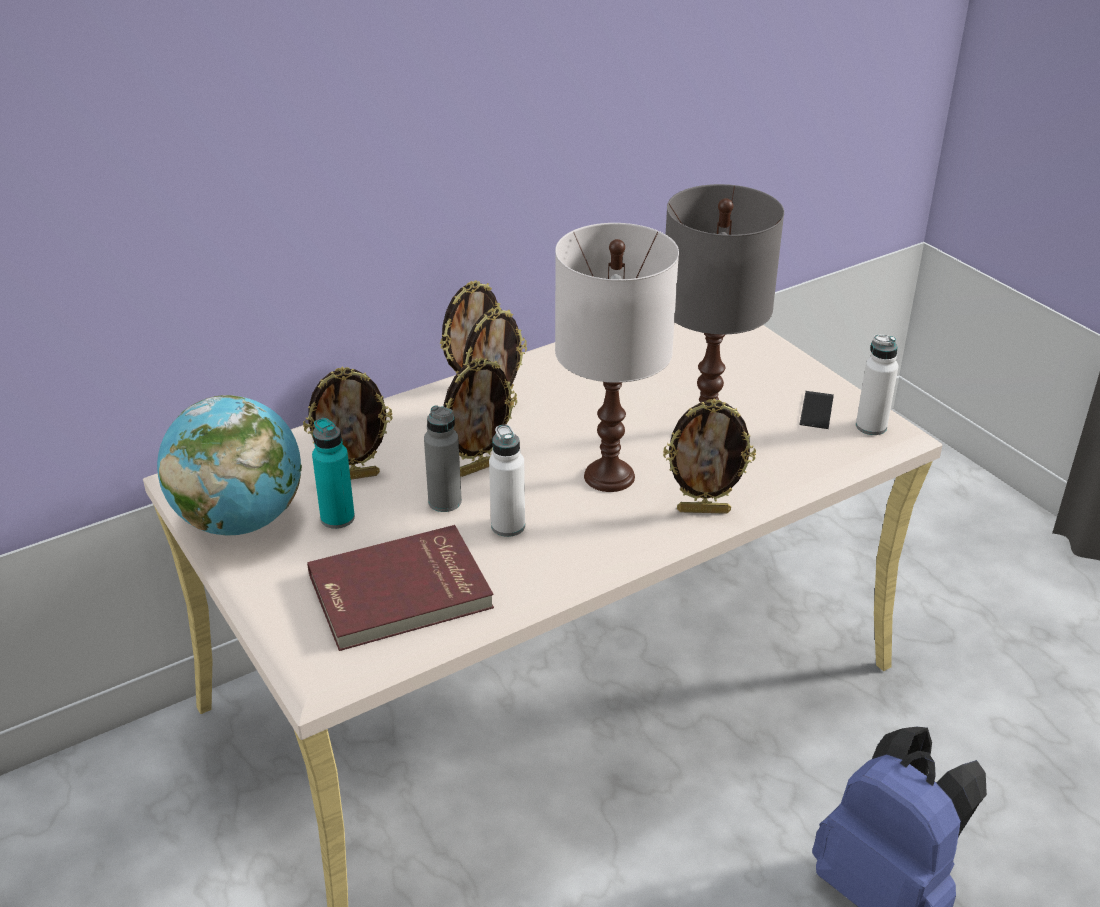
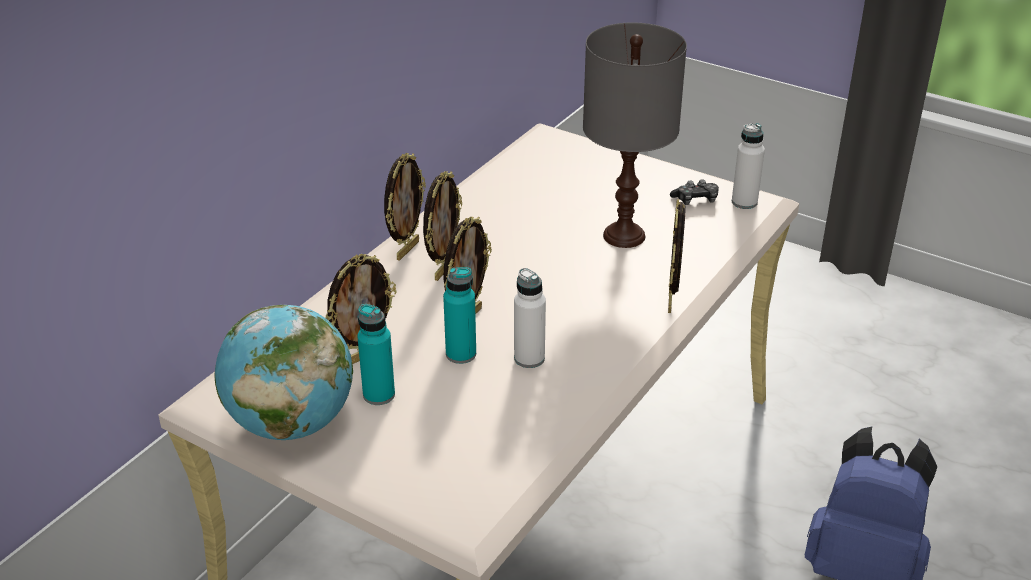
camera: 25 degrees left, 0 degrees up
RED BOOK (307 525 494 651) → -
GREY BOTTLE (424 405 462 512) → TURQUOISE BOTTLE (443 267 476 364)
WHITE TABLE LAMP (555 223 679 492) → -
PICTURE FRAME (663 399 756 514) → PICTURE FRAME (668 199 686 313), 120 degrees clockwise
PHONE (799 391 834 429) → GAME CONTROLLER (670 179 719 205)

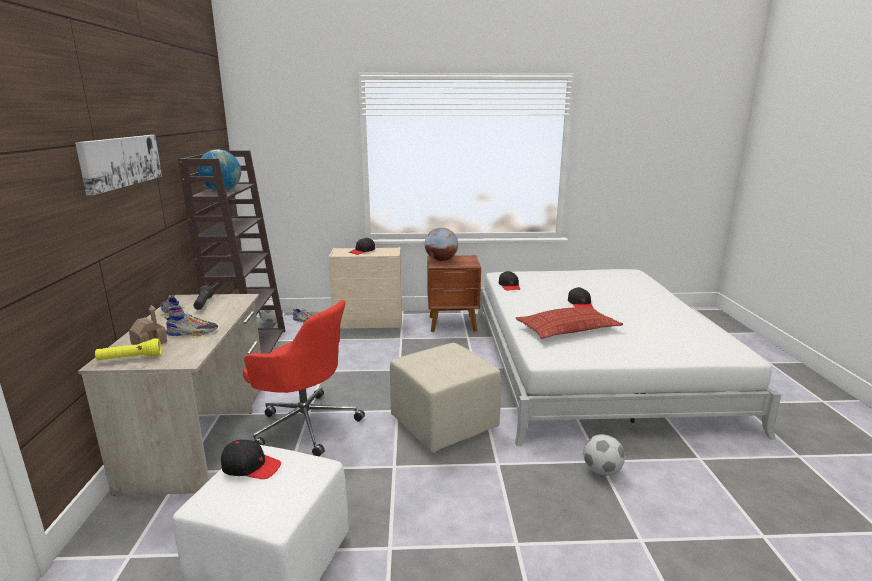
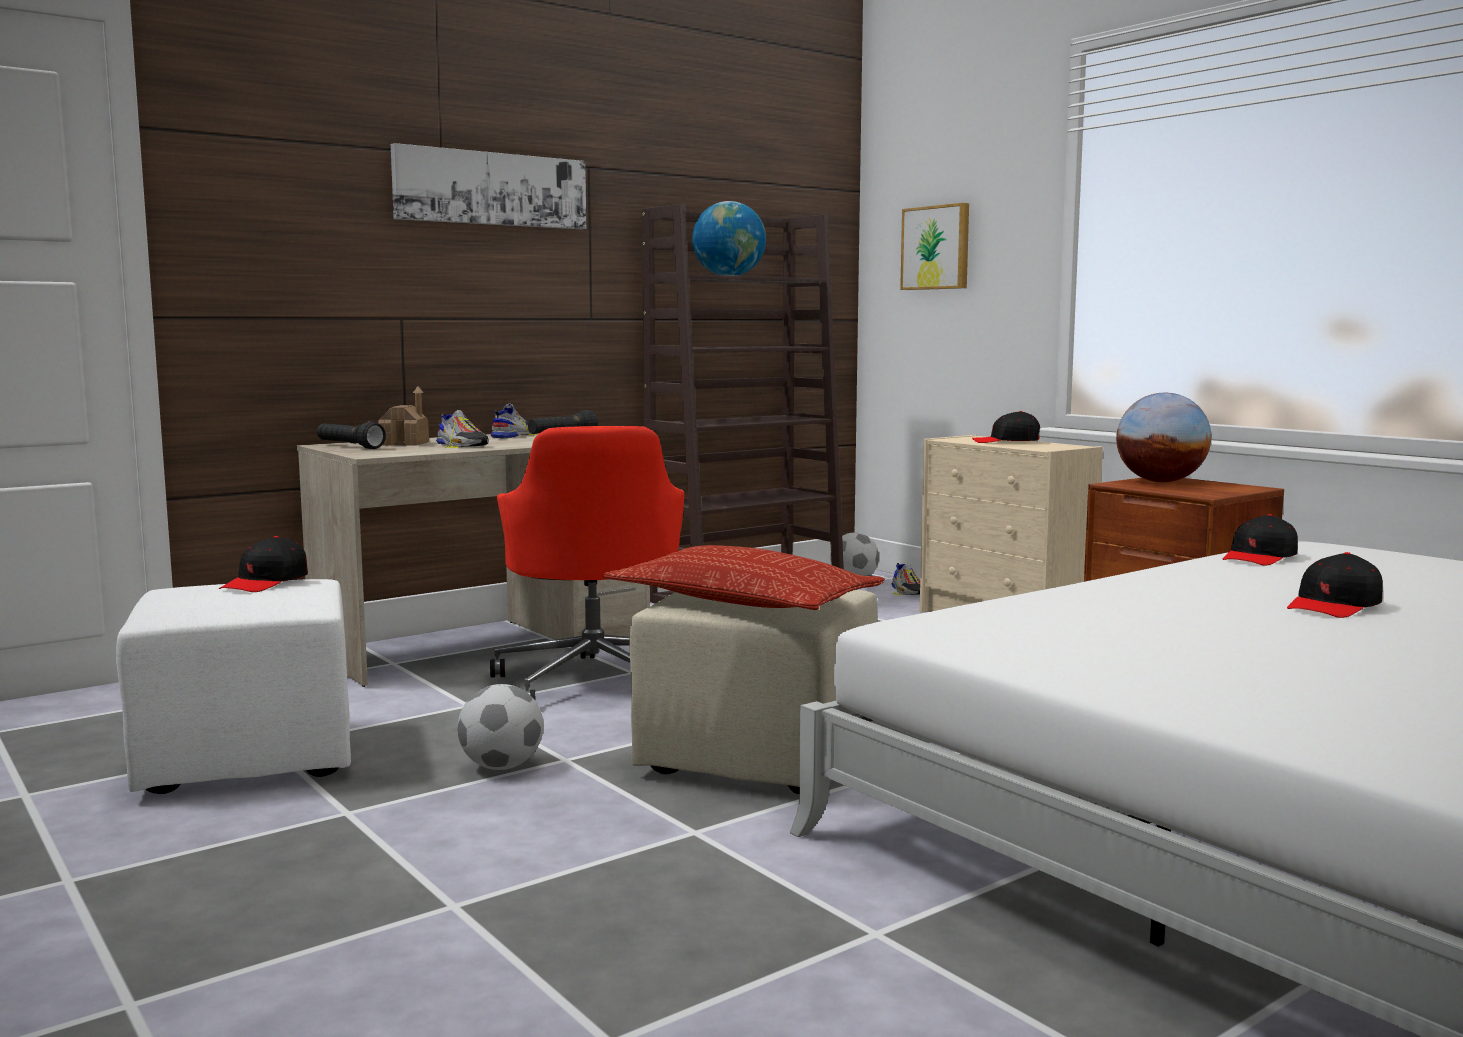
camera: 55 degrees right, 10 degrees down
YELLOW FLASHLIGHT (95 338 161 360) → BLACK FLASHLIGHT (317 422 386 449)
BLACK CAP (221 440 281 479) → BLACK CAP (219 536 308 592), 45 degrees clockwise
PILLOW (516 306 623 339) → PILLOW (603 545 885 610), shifted
FOOTBALL (583 434 625 476) → FOOTBALL (457 684 544 770), shifted
- → PICTURE (900 203 969 290)

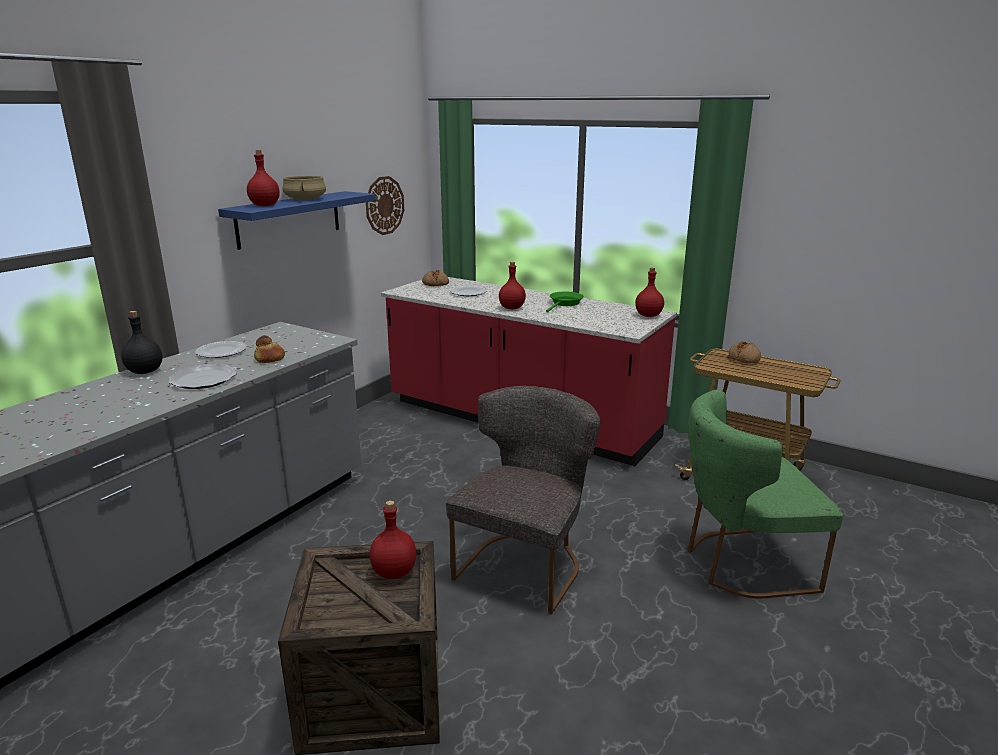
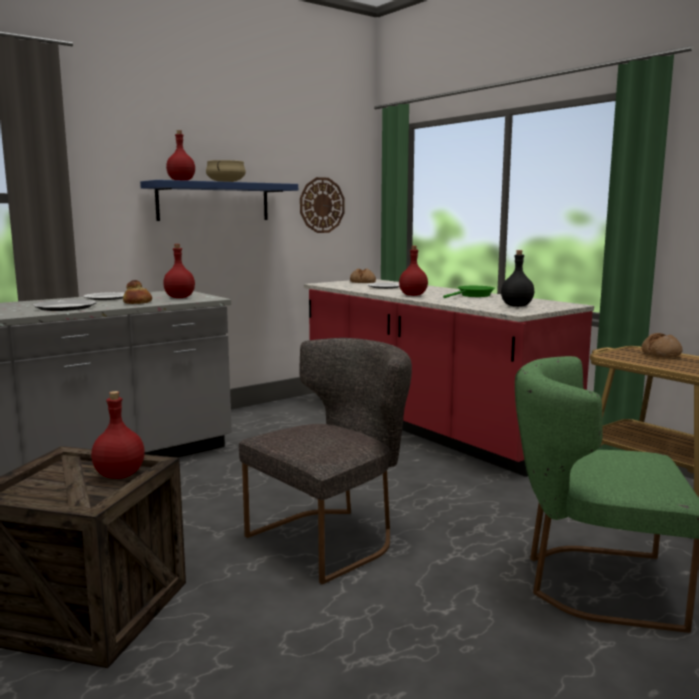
camera: 20 degrees right, 10 degrees down
BLACK BOTTLE (121 311 163 374) → BLACK BOTTLE (501 250 534 307), shifted
RED BOTTLE (635 268 664 317) → RED BOTTLE (163 244 195 298), shifted

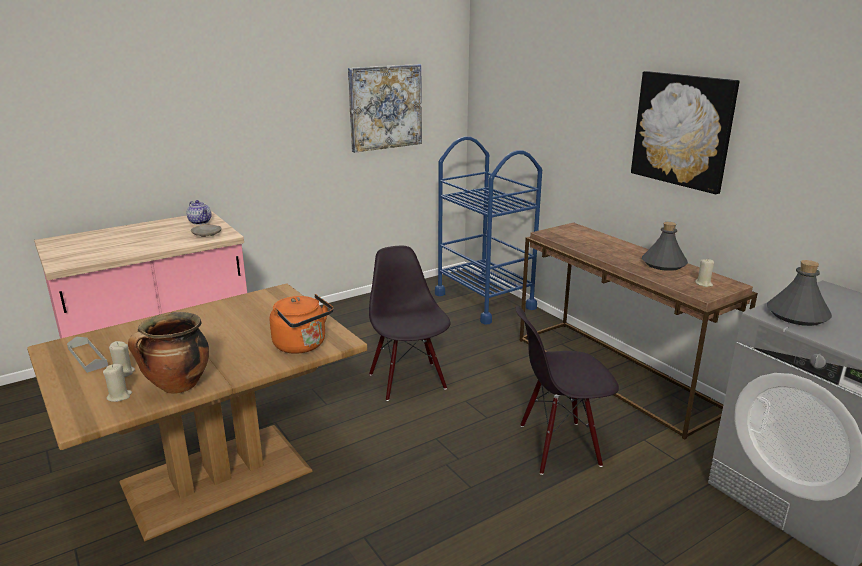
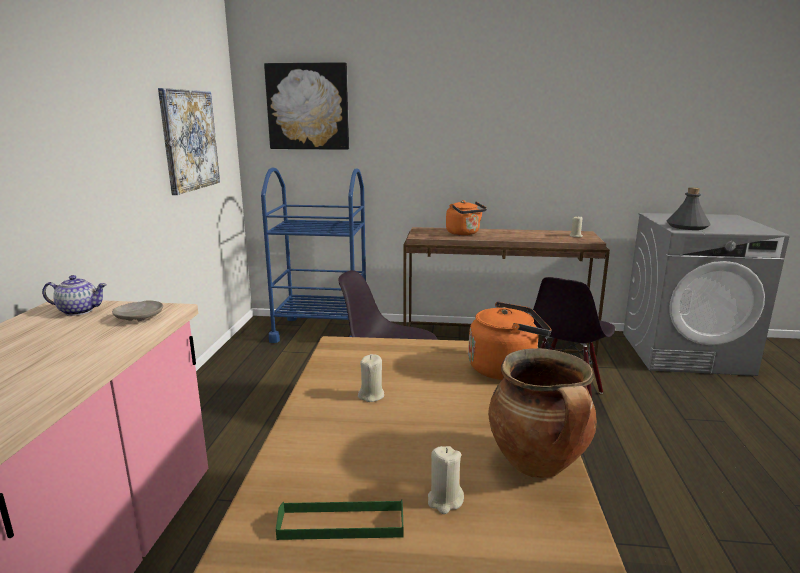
camera: 50 degrees left, 5 degrees down
GREY TRAY (67 337 108 373) → GREEN TRAY (276 500 403 540)
BEIGE CANDLE (103 364 132 402) → BEIGE CANDLE (358 354 384 402), shifted
PICTURE (631 71 739 194) → PICTURE (264 62 349 150), shifted
GREY BOTTLE (642 222 688 271) → -
- → ORANGE KETTLE (446 200 487 235)

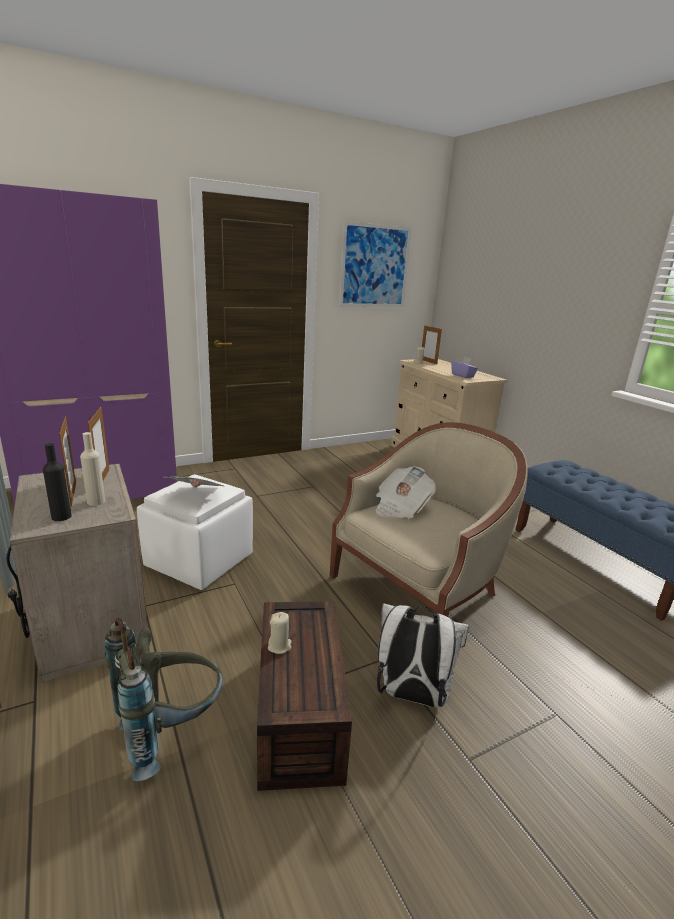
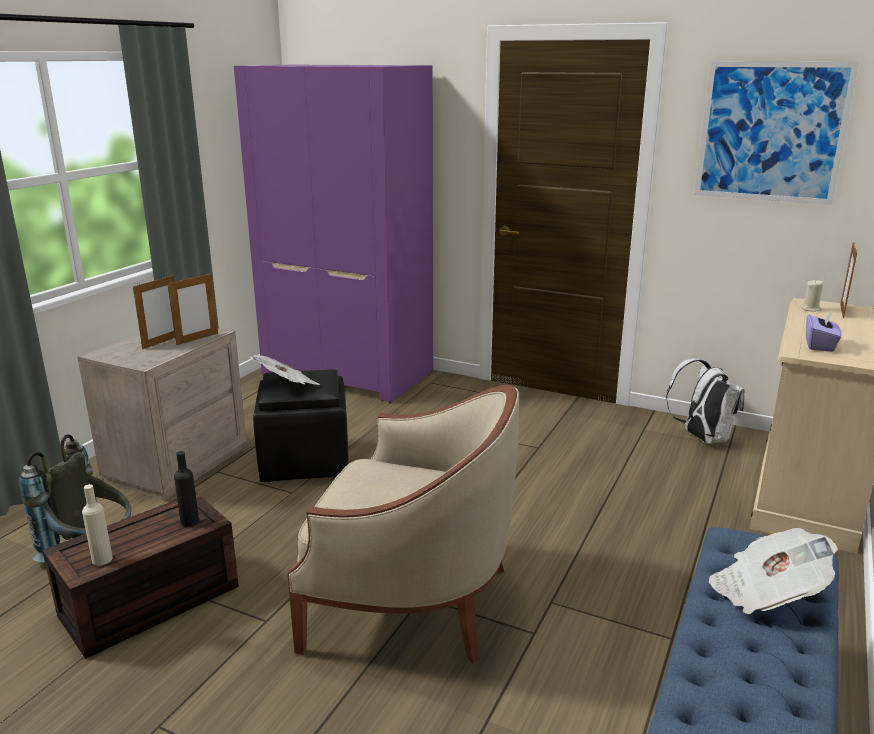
camera: 55 degrees right, 0 degrees up
BLACK BOTTLE (43 443 72 521) → BLACK BOTTLE (174 451 199 527), shifted
BEIGE BOTTLE (80 432 105 506) → BEIGE BOTTLE (82 484 113 565), shifted
WHITE OTTOMAN (137 474 253 590) → BLACK OTTOMAN (253 369 349 482)
BEIGE CANDLE (268 612 292 654) → -
NEWSPAPER (376 466 436 519) → NEWSPAPER (709 528 838 614), shifted
WHITE BACKPACK (377 603 469 708) → WHITE BACKPACK (666 358 745 444), shifted

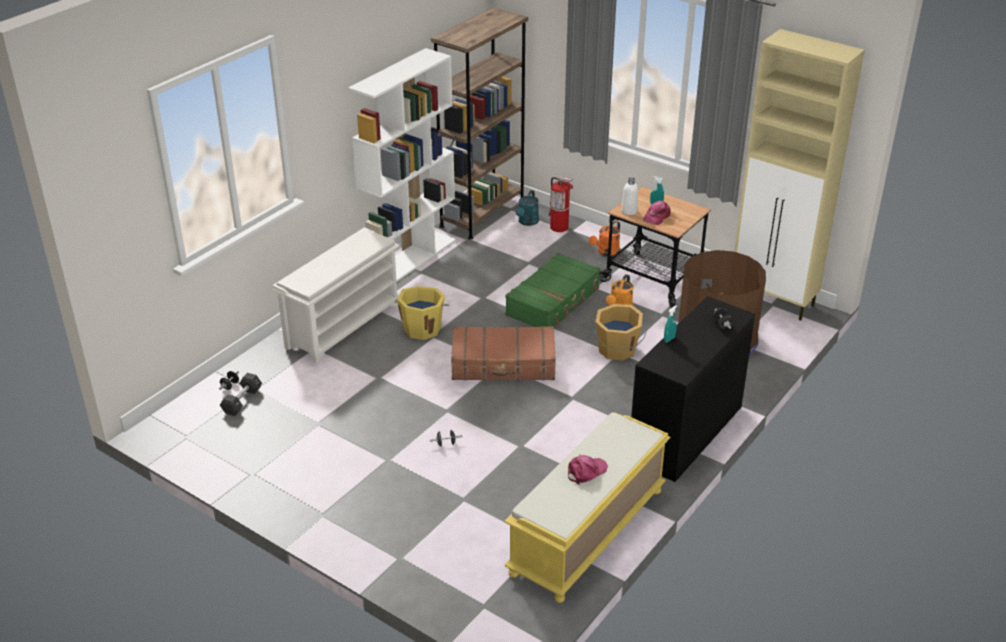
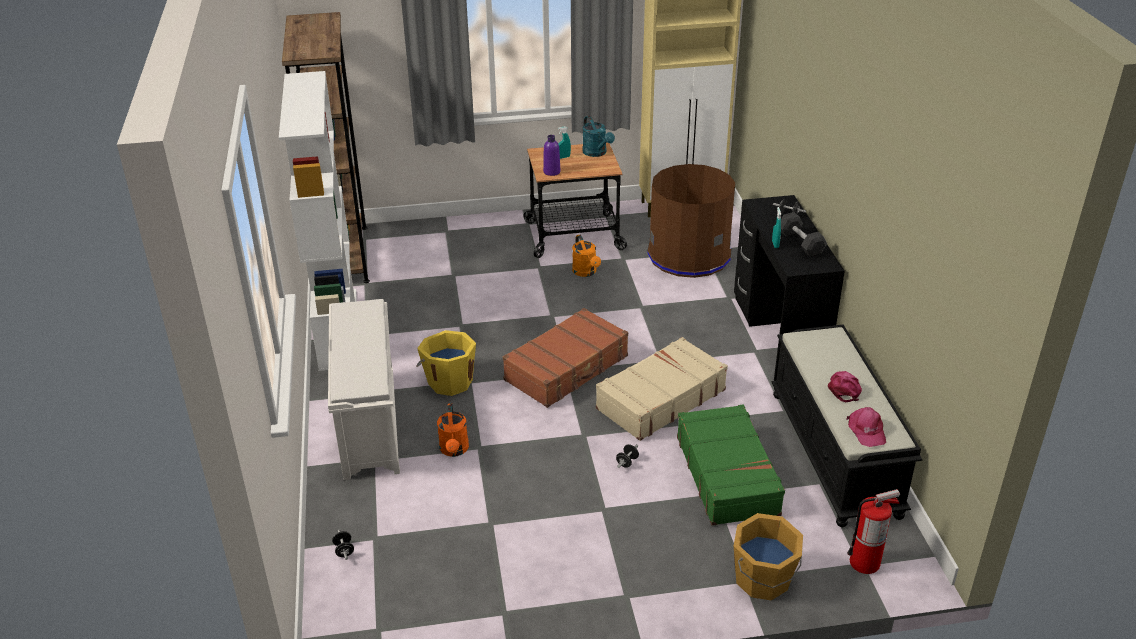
camera: 45 degrees left, 0 degrees up
BLACK DUMBBELL (220 373 262 416) → BLACK DUMBBELL (781 212 827 257), shifted
YELLOW BENCH (504 412 670 603) → BLACK BENCH (771 324 922 527)
GREEN SUITCASE (505 253 600 328) → GREEN SUITCASE (677 405 785 526), shifted
TURQUOISE WATERING CAN (516 190 539 226) → TURQUOISE WATERING CAN (582 116 615 157), shifted
FIRE EXTINGUISHER (549 177 573 232) → FIRE EXTINGUISHER (847 489 900 574), shifted
ORANGE WATERING CAN (589 220 620 257) → ORANGE WATERING CAN (437 403 469 457), shifted
ORANGE BUCKET (590 304 647 361) → ORANGE BUCKET (734 513 803 600), shifted
WHITE BOTTLE (622 177 638 215) → PURPLE BOTTLE (543 135 560 176)
PINK CAP (643 201 671 225) → PINK CAP (846 407 886 447), shifted
- → BEIGE SUITCASE (596 337 728 441)

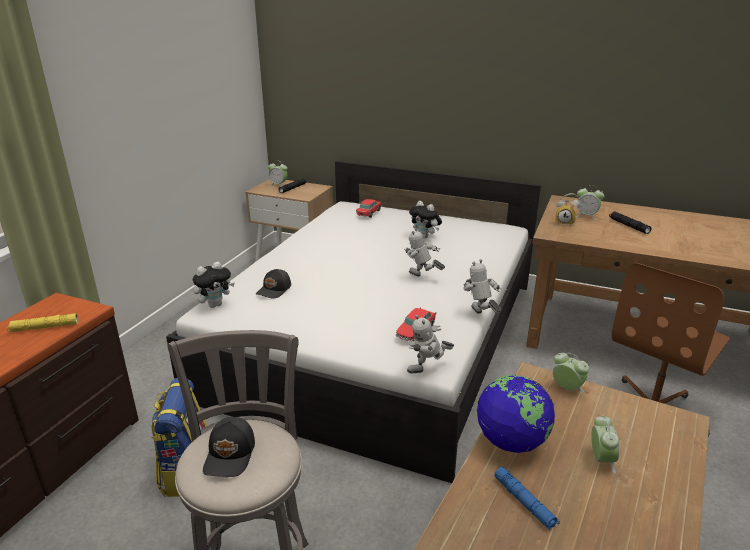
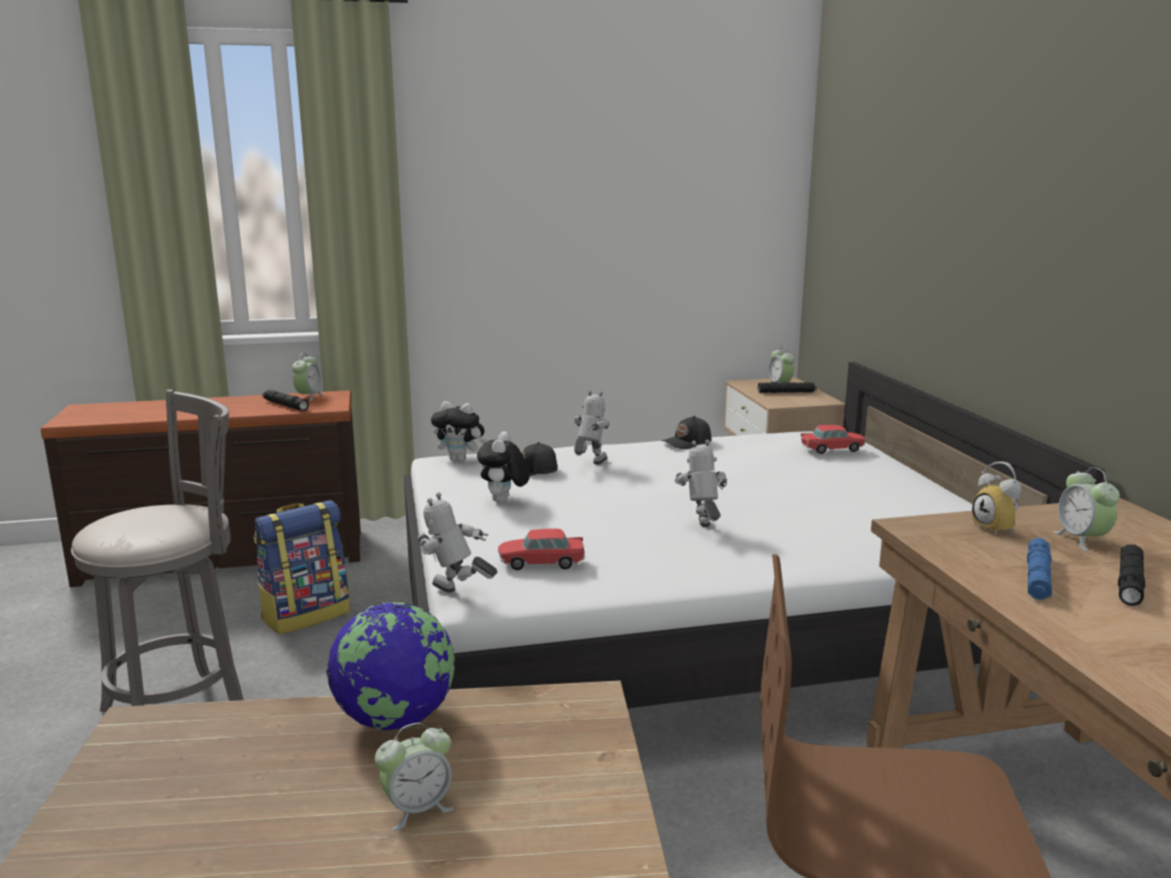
camera: 55 degrees right, 10 degrees down
YELLOW FLASHLIGHT (7 313 78 332) → BLACK FLASHLIGHT (263 390 309 411)
BLACK CAP (203 417 255 477) → BLACK CAP (662 416 712 449), shifted
PLUSH TOY (409 201 442 239) → PLUSH TOY (477 431 530 502), shifted
TOY ROBOT (463 259 502 314) → TOY ROBOT (574 390 610 464), shifted
BLUE FLASHLIGHT (494 467 560 530) → BLUE FLASHLIGHT (1027 538 1052 600), shifted
ALARM CLOCK (553 353 589 392) → ALARM CLOCK (292 353 323 401), shifted

